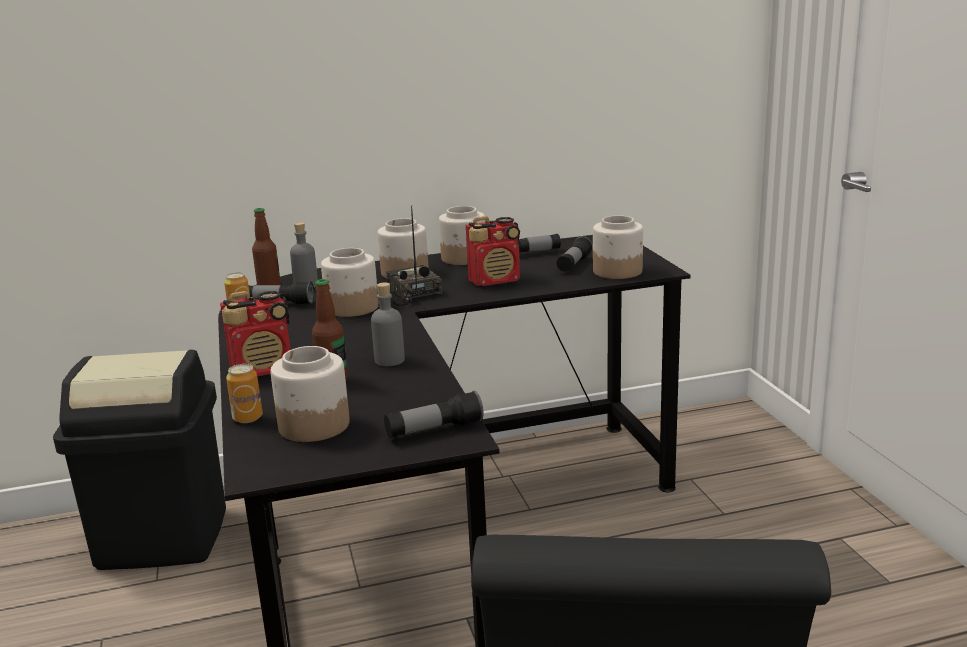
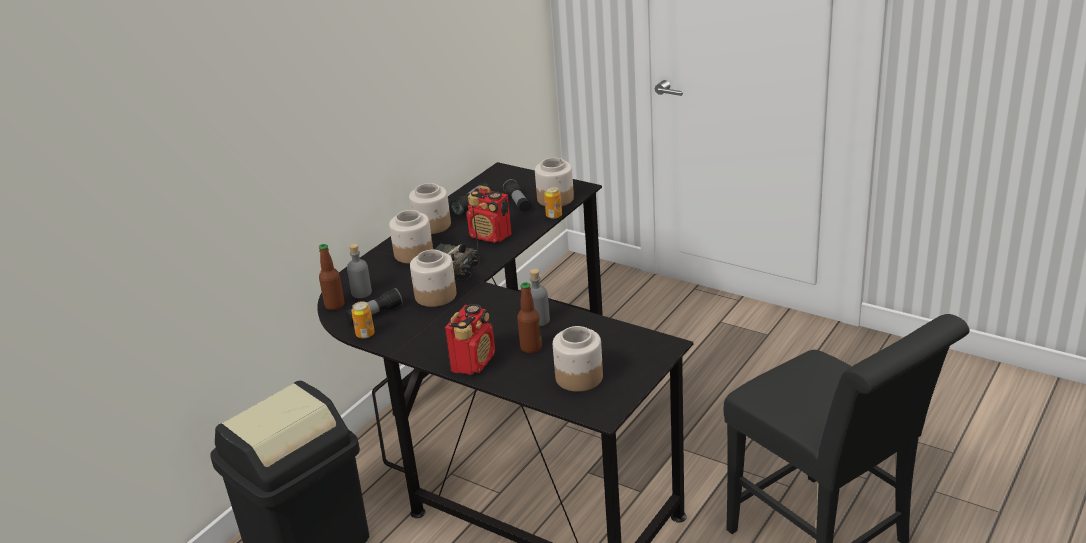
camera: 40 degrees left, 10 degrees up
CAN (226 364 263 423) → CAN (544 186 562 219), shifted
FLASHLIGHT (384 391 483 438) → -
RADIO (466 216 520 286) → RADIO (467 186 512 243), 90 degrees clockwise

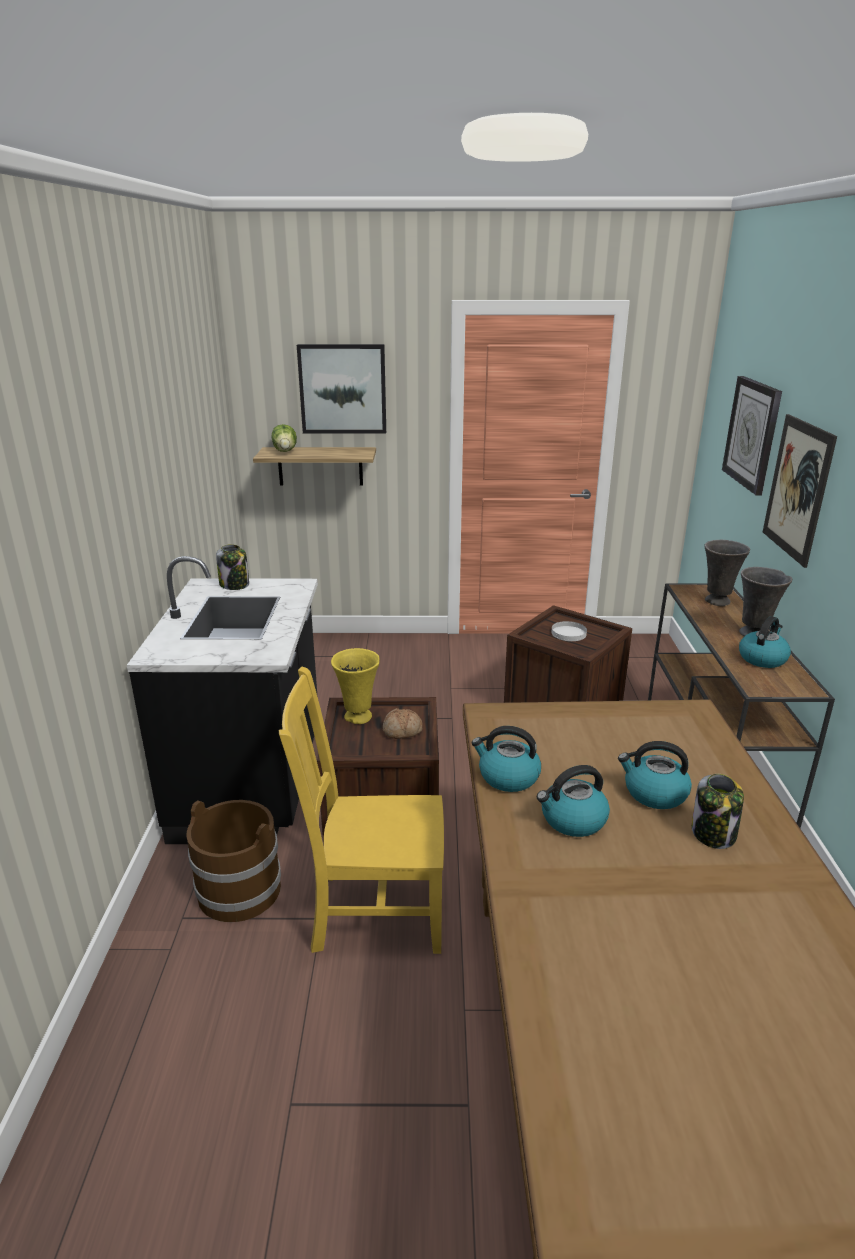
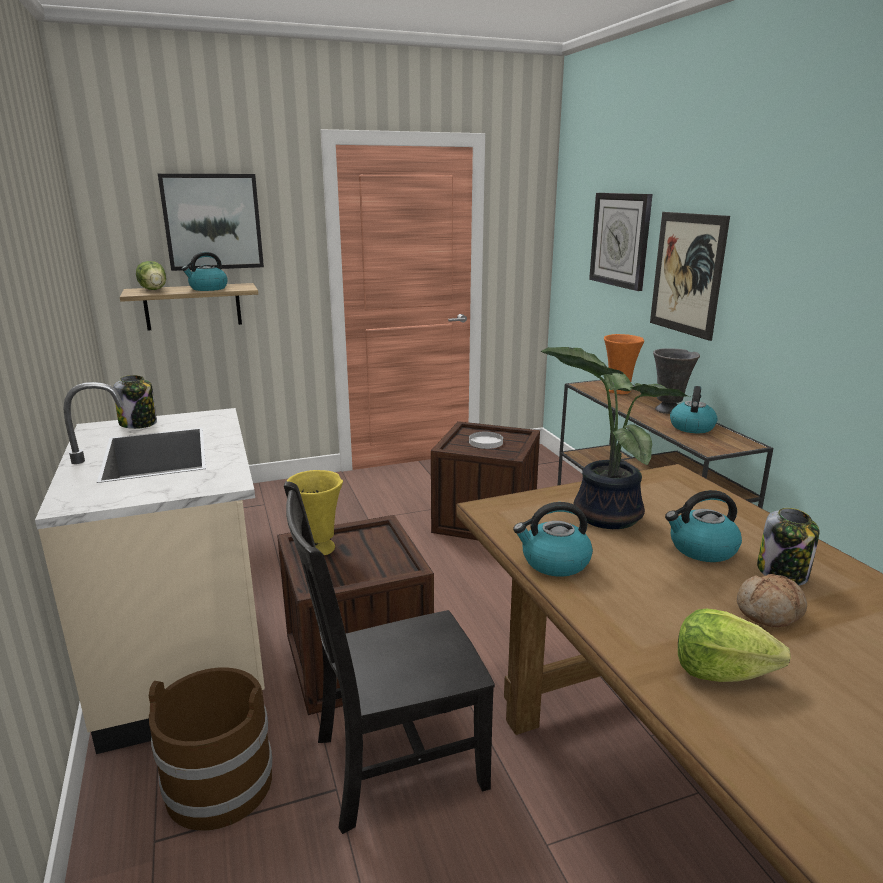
camera: 20 degrees left, 5 degrees down
BLACK COUNTER (127 556 318 844) → BEIGE COUNTER (35 382 265 754)
YELLOW CHAIR (279 666 444 954) → BLACK CHAIR (284 481 495 834)
BREAD (383 708 422 739) → BREAD (737 574 807 627), shifted
KETTLE (537 765 610 837) → KETTLE (182 252 228 291), shifted
GREY VASE (704 540 750 606) → ORANGE VASE (604 334 644 394)
- → POTTED PLANT (541 347 690 529)
- → LETTUCE (678 608 791 682)

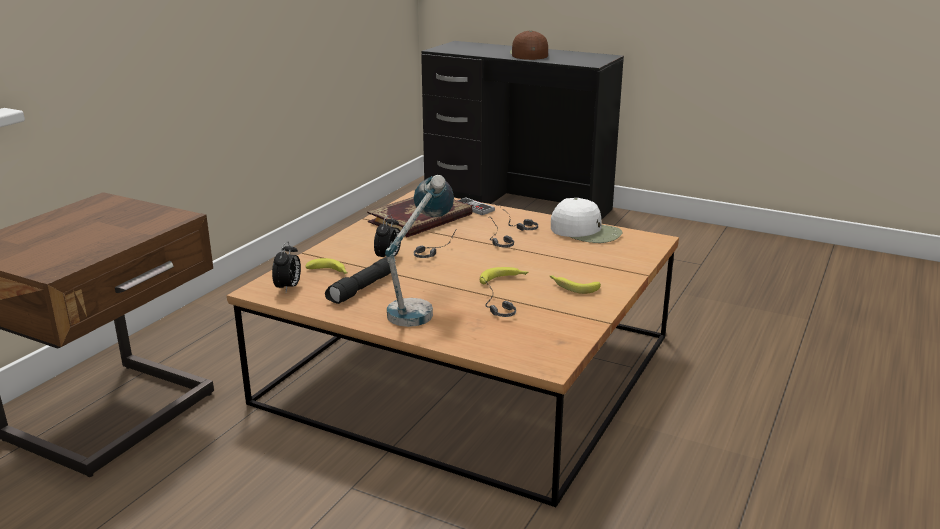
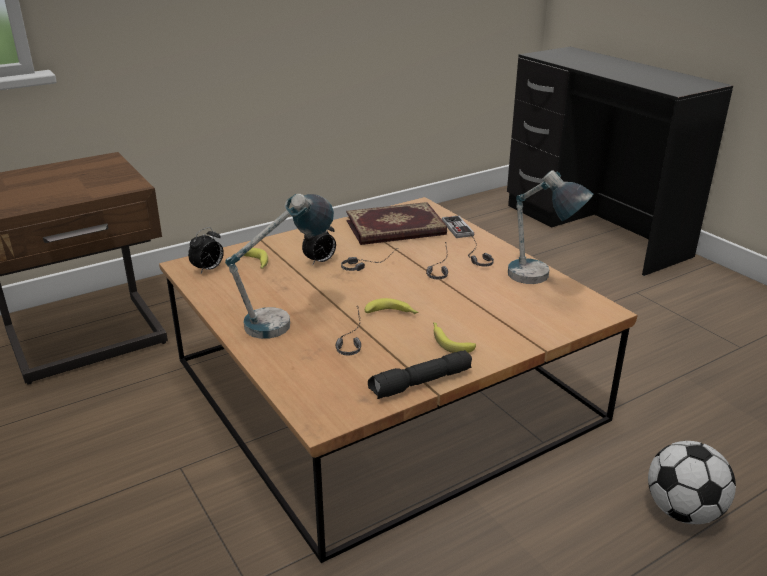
camera: 30 degrees right, 5 degrees up
BLACK FLASHLIGHT (325 257 396 304) → BLACK FLASHLIGHT (368 350 472 399), shifted
BROWN CAP (510 31 548 60) → -
WHITE CAP (551 198 623 243) → TABLE LAMP (508 170 593 284)
- → FOOTBALL (648 441 736 524)

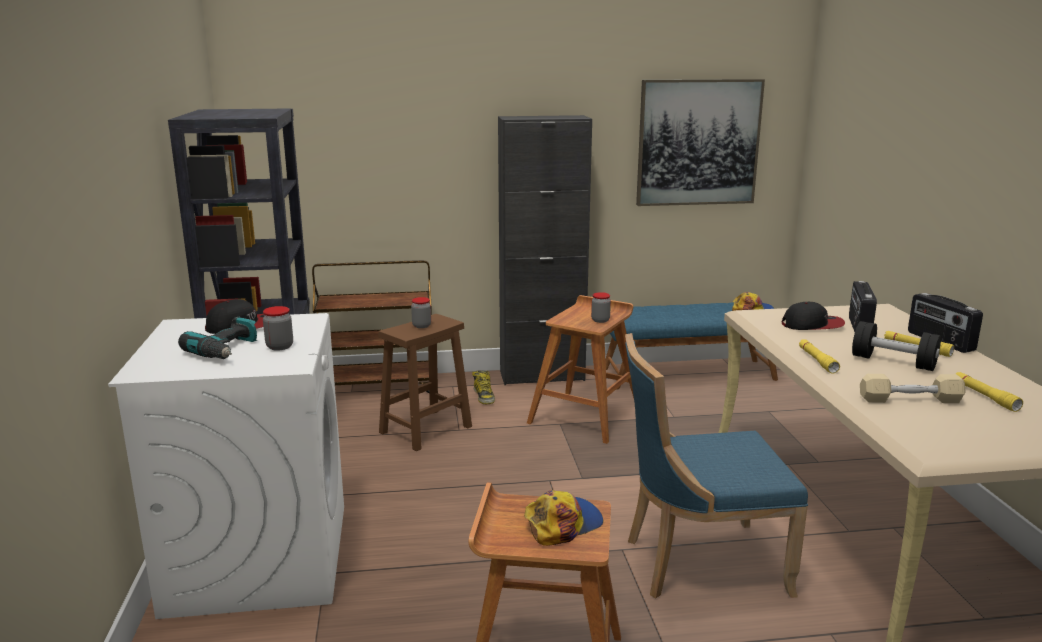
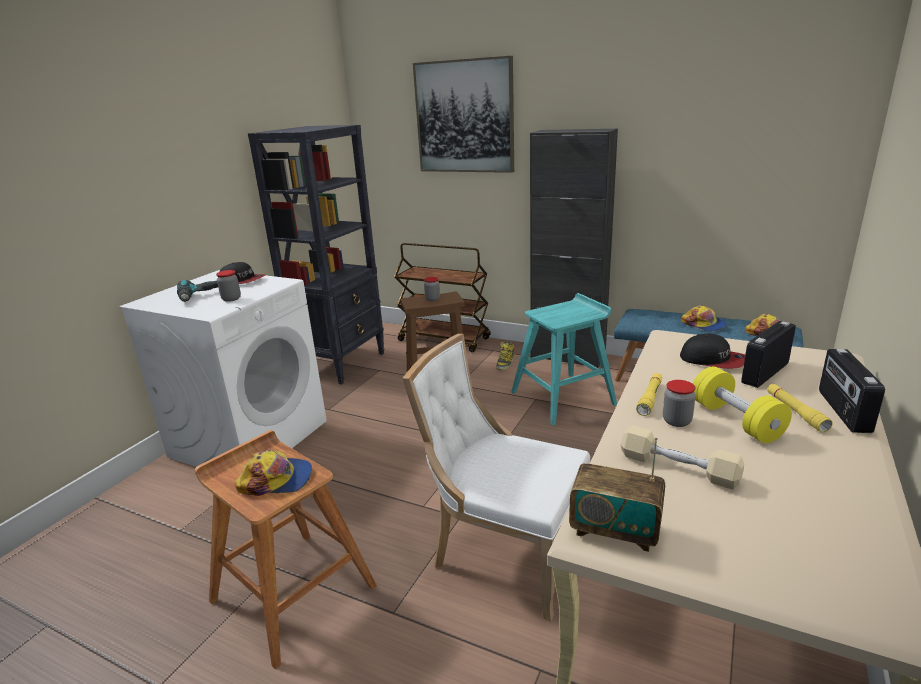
camera: 35 degrees right, 5 degrees up
BROWN STOOL (527 295 634 444) → TURQUOISE STOOL (511 293 617 426)
JAR (591 292 611 323) → JAR (663 380 696 427), shifted
BLUE CHAIR (625 333 808 598) → WHITE CHAIR (403 334 590 621)
PICTURE (636 79 765 206) → PICTURE (413 56 514 173), shifted
BLACK DUMBBELL (852 321 941 371) → YELLOW DUMBBELL (693 367 792 443)
YELLOW FLASHLIGHT (956 372 1023 412) → -
- → RADIO (569 437 665 552)
- → CAP (681 305 727 332)

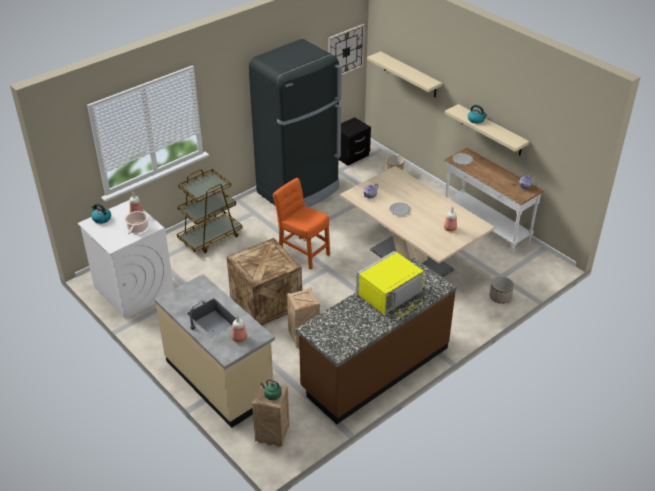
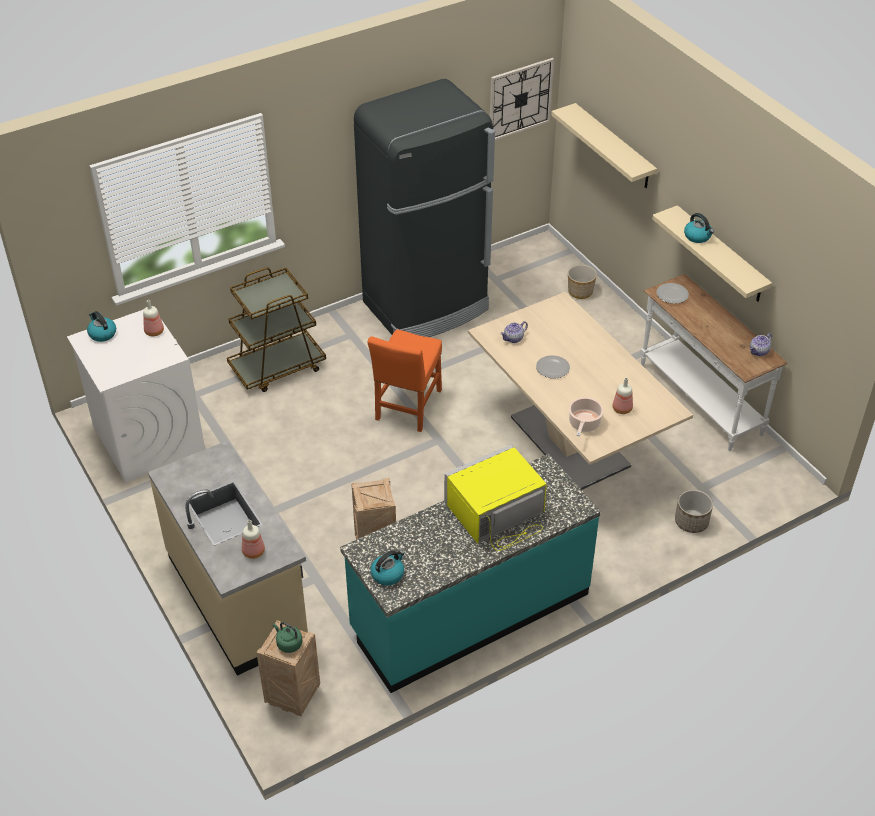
camera: 10 degrees right, 5 degrees up
COOKING POT (125 211 148 234) → COOKING POT (569 397 604 436), shifted
CRATE (227 238 302 325) → -
ORANGE CHAIR (273 178 330 269) → ORANGE CHAIR (368 329 442 432), 120 degrees counterclockwise
BROWN COUNTER (296 258 456 424) → TURQUOISE COUNTER (340 454 601 693)
BLACK NIGHTSTAND (338 117 371 166) → -
- → KETTLE (370 550 405 586)

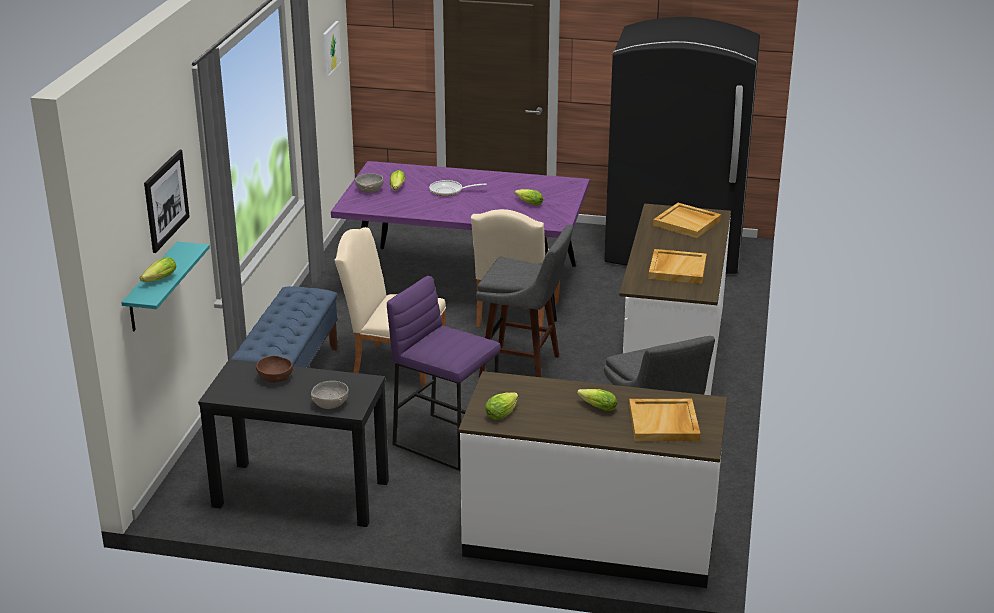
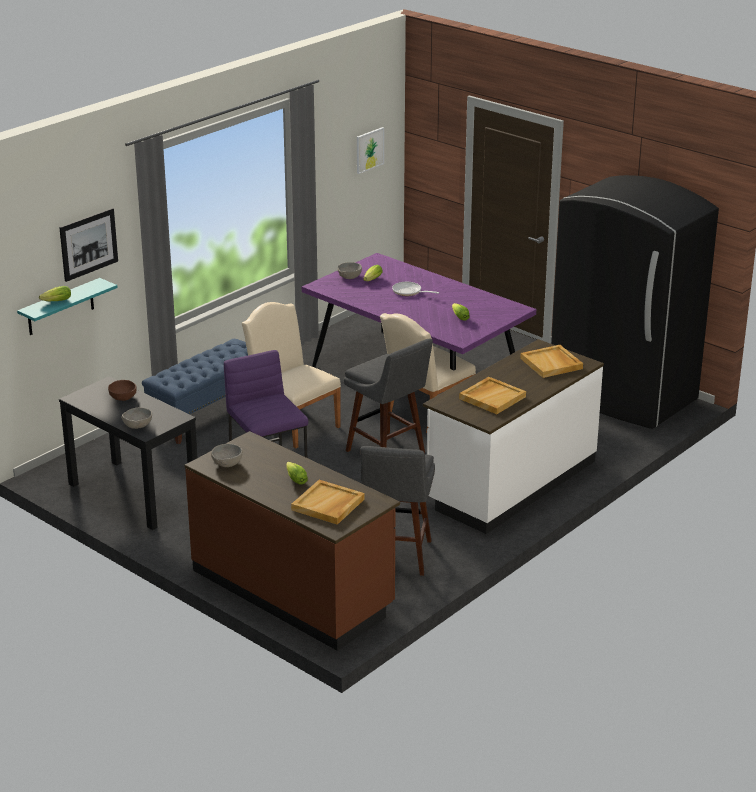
camera: 30 degrees right, 0 degrees up
WHITE COUNTER (458 371 727 588) → BROWN COUNTER (184 431 400 651)
LETTUCE (485 393 519 420) → GREY BOWL (211 444 243 467)

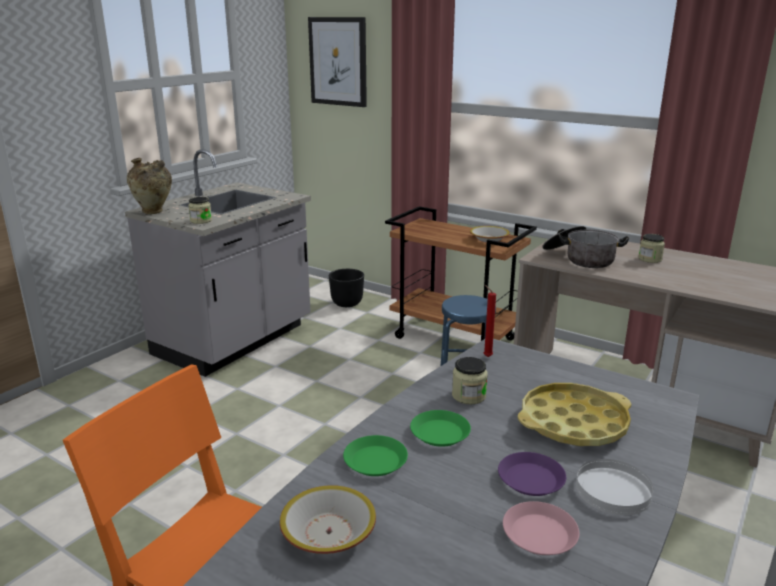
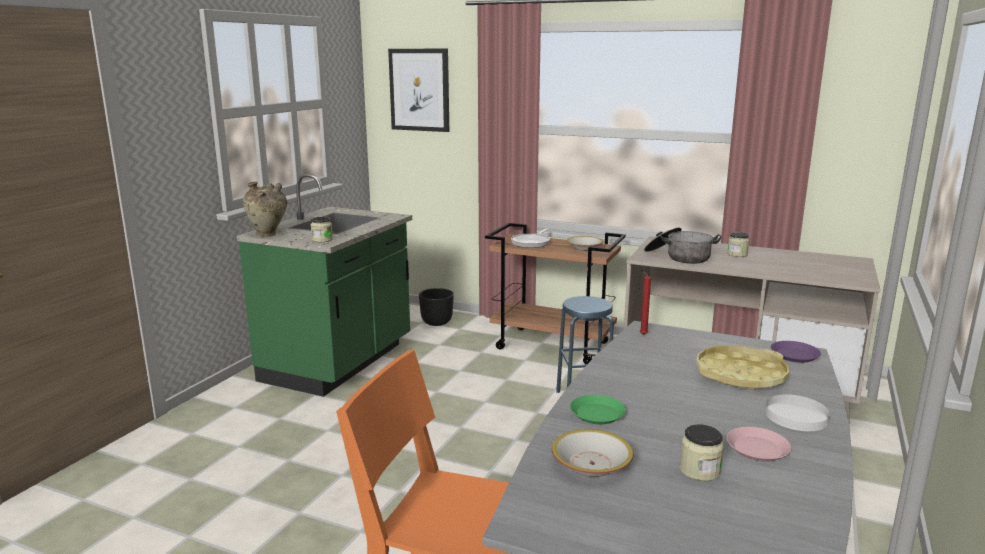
camera: 10 degrees left, 5 degrees down
GREY COUNTER (125 149 311 377) → GREEN COUNTER (237 173 412 397)
GREEN PLATE (410 410 471 447) → -
JAR (452 357 488 404) → JAR (680 424 724 481), shifted
PURPLE PLATE (498 452 566 496) → PURPLE PLATE (771 341 821 363), shifted
- → FRYING PAN (511 229 550 248)

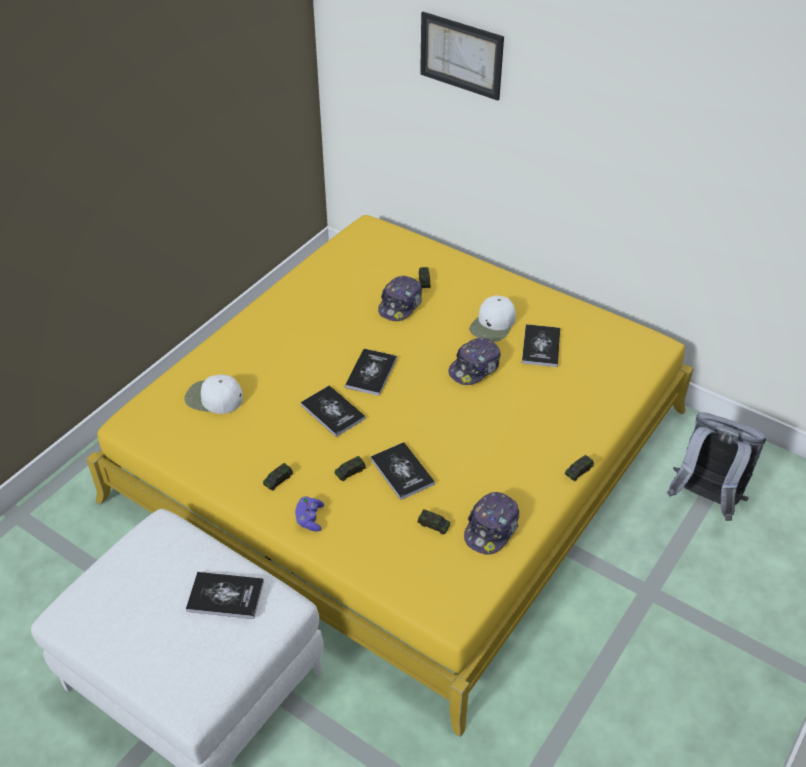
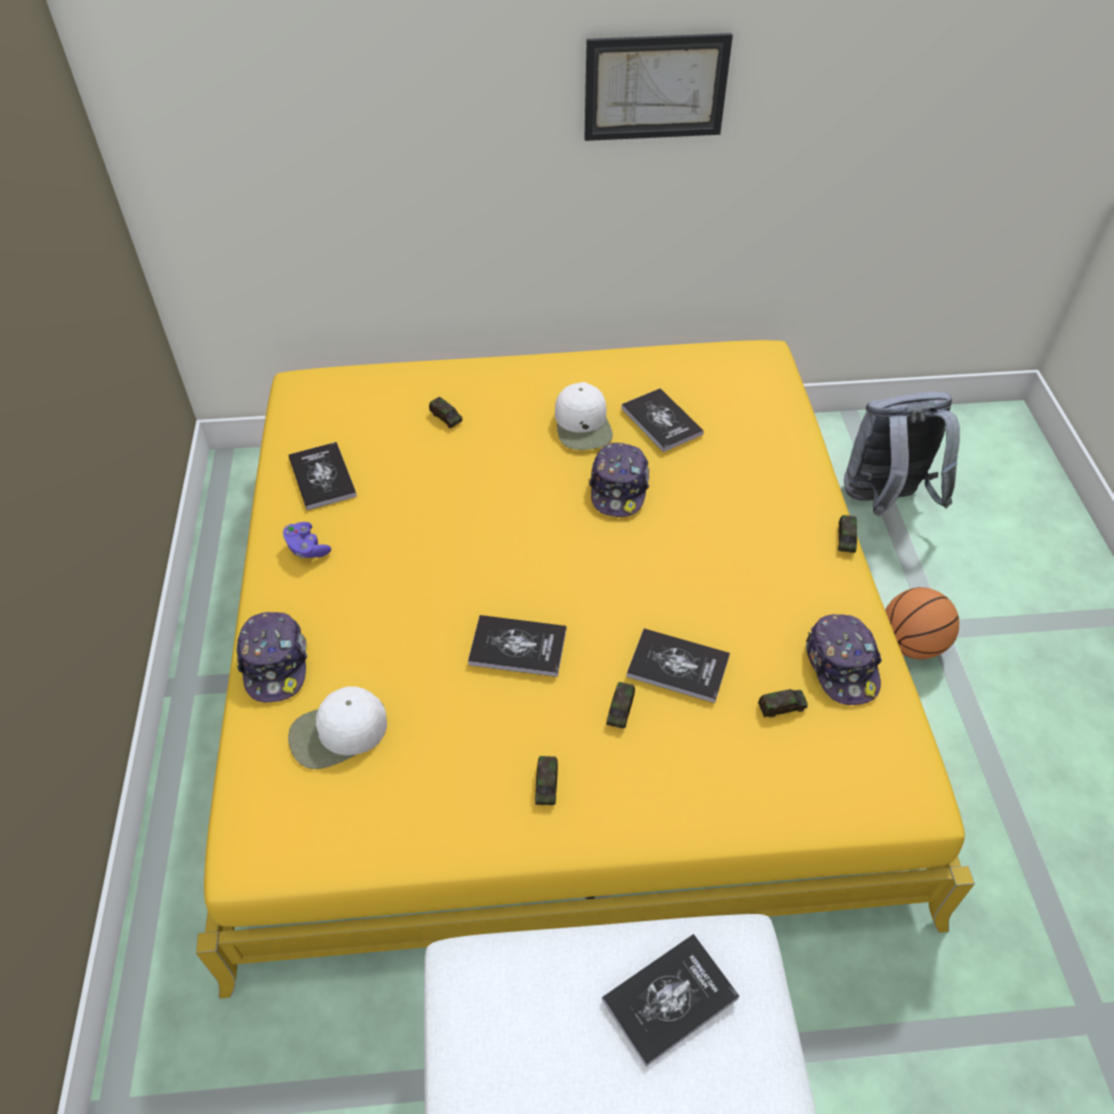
camera: 40 degrees left, 5 degrees up
PURPLE GAME CONTROLLER (295 496 324 531) → PURPLE GAME CONTROLLER (283 522 331 558), shifted
BOOK (345 349 397 396) → BOOK (288 442 357 510), shifted
CAP (378 276 422 321) → CAP (237 612 307 702), shifted
PICTURE (420 12 504 101) → PICTURE (584 33 733 141), shifted
- → BASKETBALL (885 587 959 659)

